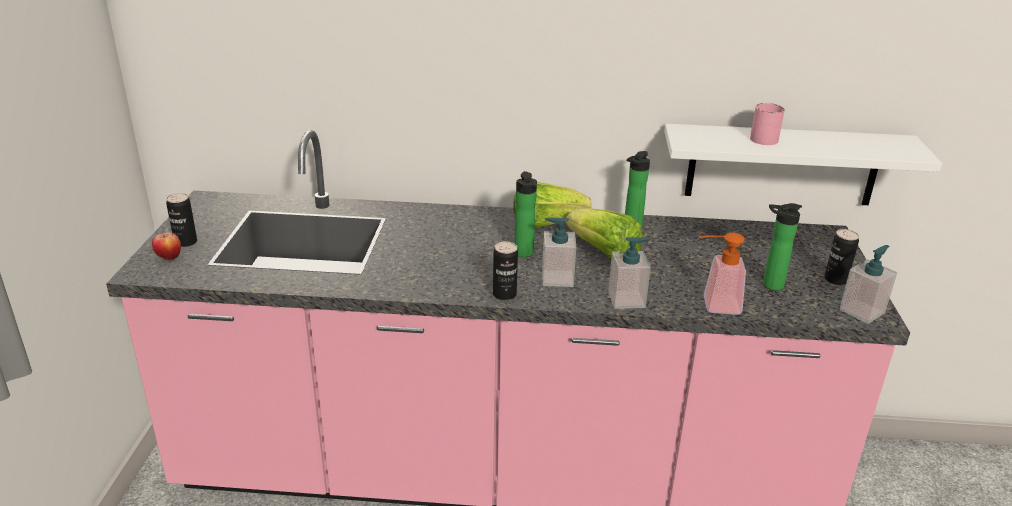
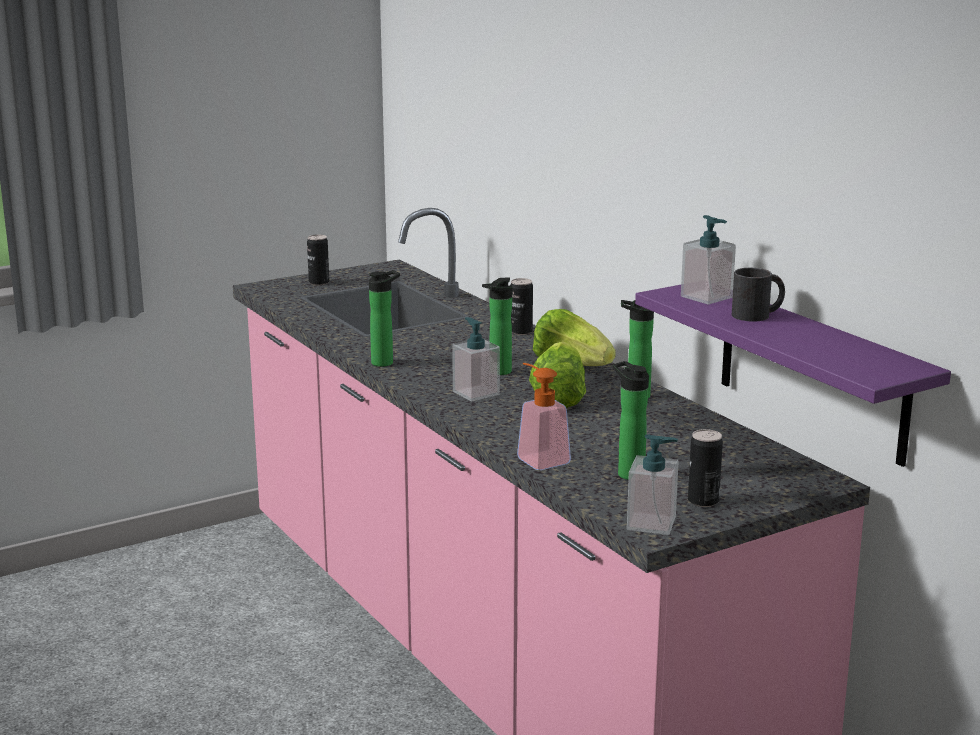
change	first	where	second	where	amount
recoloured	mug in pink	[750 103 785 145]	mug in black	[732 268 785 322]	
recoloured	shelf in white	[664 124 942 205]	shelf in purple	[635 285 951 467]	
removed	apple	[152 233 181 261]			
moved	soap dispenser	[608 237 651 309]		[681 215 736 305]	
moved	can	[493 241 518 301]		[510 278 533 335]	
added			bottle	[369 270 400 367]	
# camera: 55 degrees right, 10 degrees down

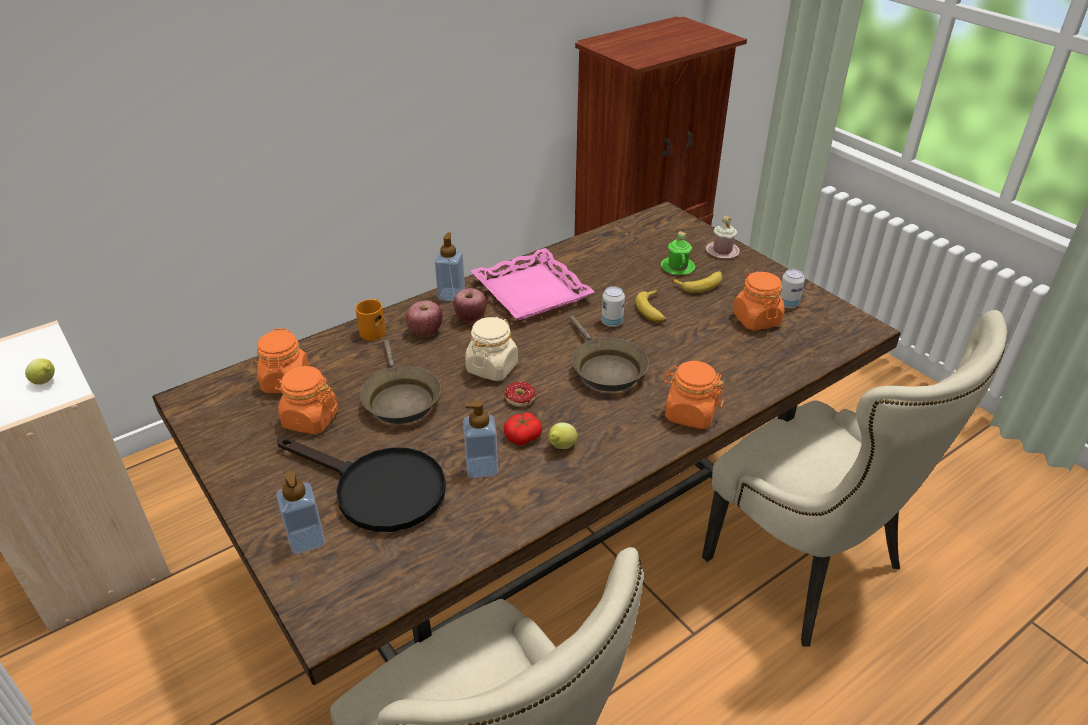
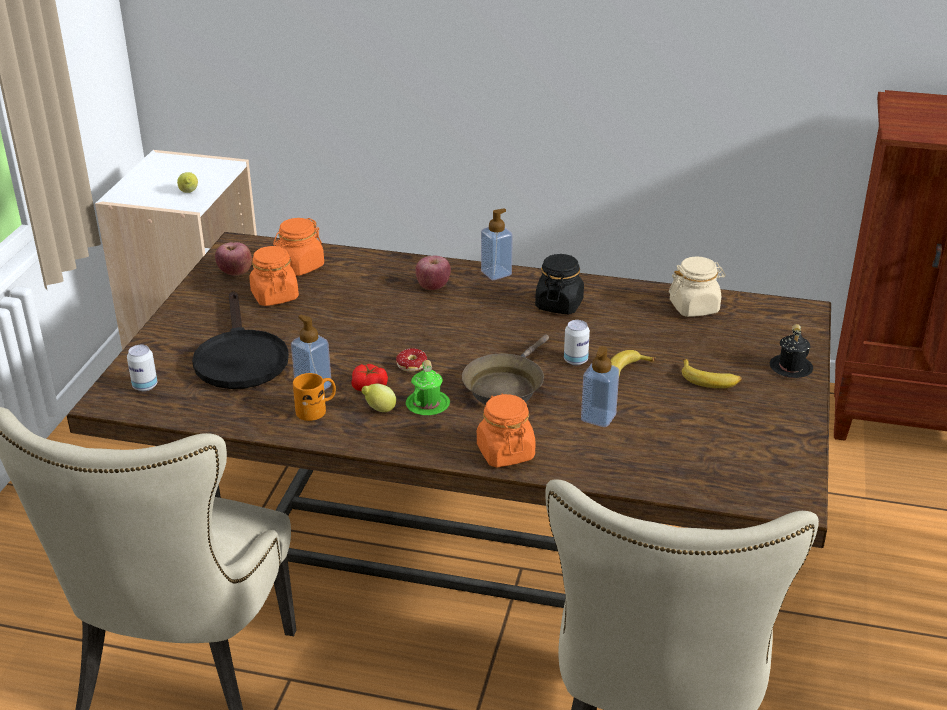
change	first	where	second	where	amount
recoloured	mug in pink	[706 216 740 259]	mug in black	[770 324 813 378]	
moved	mug in green	[661 231 695 275]		[406 360 450 416]	
replaced	tray in pink	[471 248 595 320]	jar in black	[535 254 584 314]	
moved	can	[780 269 805 309]		[127 345 157 391]	
removed	jar in orange	[733 271 785 330]			
moved	apple	[453 288 487 322]		[215 242 252 276]	
moved	mug in orange	[355 299 386 341]		[293 373 336 421]	
moved	jar in beige	[465 317 518 381]		[669 256 726 317]	
removed	frying pan in brown	[360 340 441 424]			
moved	soap dispenser	[276 471 325 554]		[581 346 619 427]	
# camera: 50 degrees right, 5 degrees down

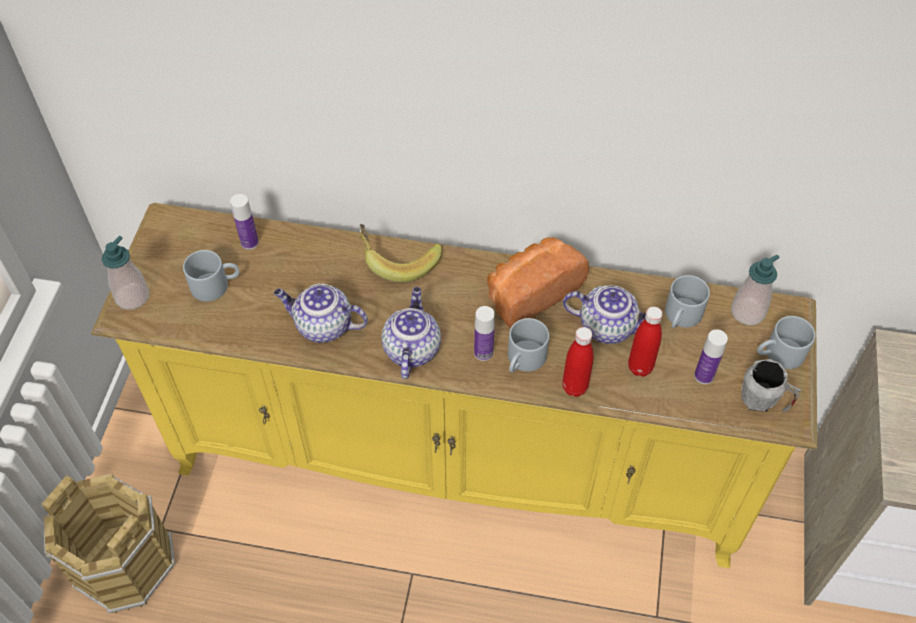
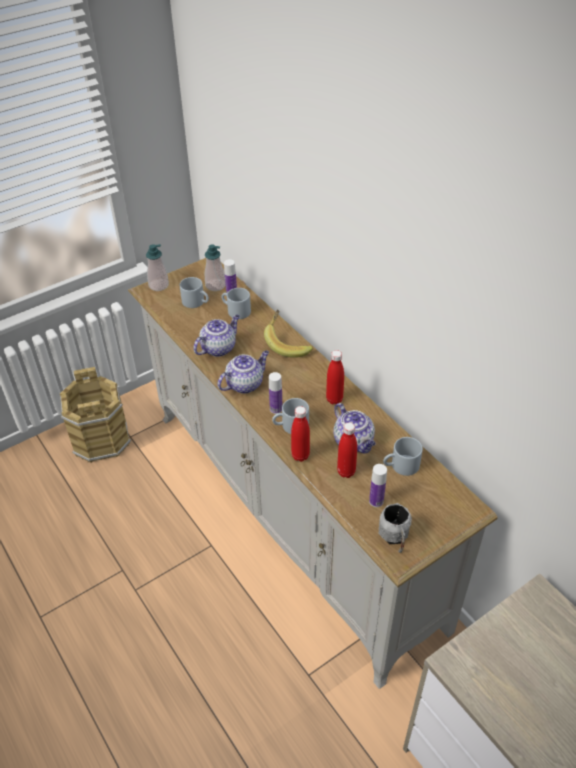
change	first	where	second	where	amount
recoloured	cabinet in yellow	[91 203 817 568]	cabinet in grey	[128 258 498 689]	
replaced	bread	[487 237 589 328]	bottle in red	[326 350 344 404]	
moved	soap dispenser	[731 254 780 325]		[205 244 225 291]	
turned	teapot	[274 284 368 343]		[193 315 240 357]	75 degrees clockwise
moved	mug in grey	[757 316 815 369]		[221 288 251 319]	
# camera: 45 degrees right, 10 degrees down

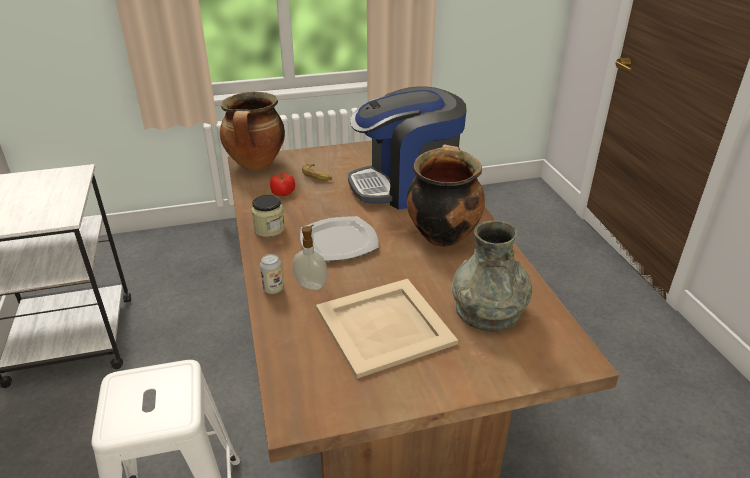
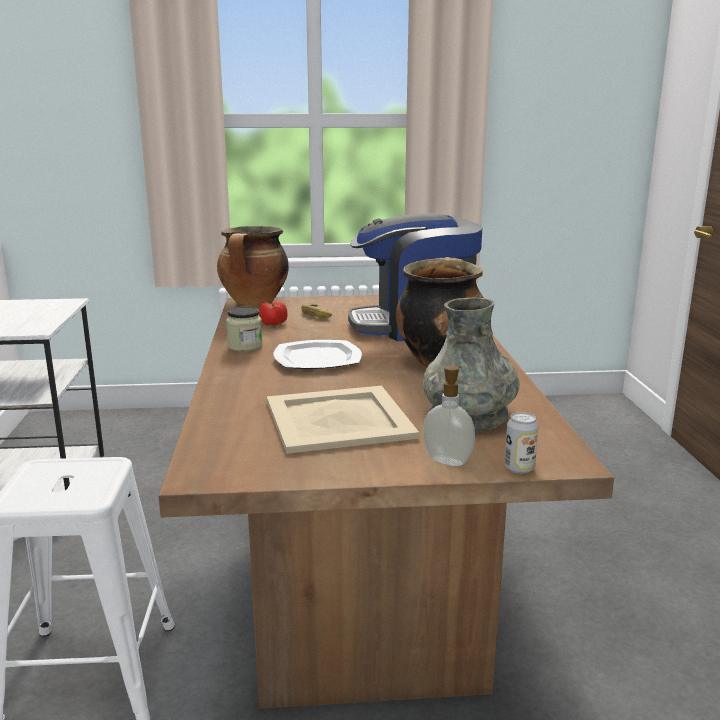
change	first	where	second	where	amount
moved	soap dispenser	[292 225 328 290]		[423 365 475 466]	
moved	can	[260 254 283 294]		[504 412 539 474]	
# camera: 10 degrees right, 15 degrees down

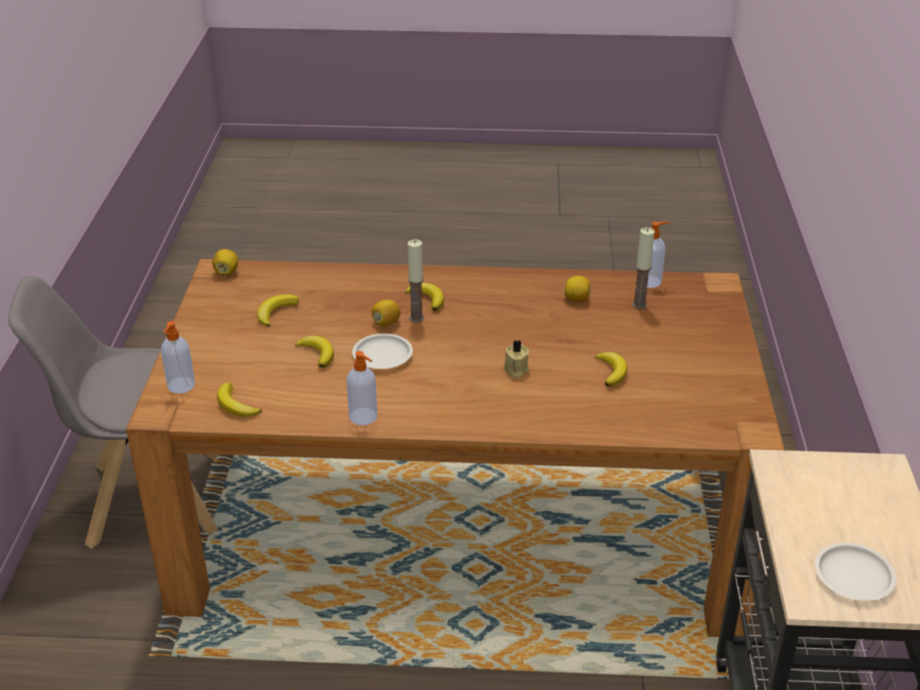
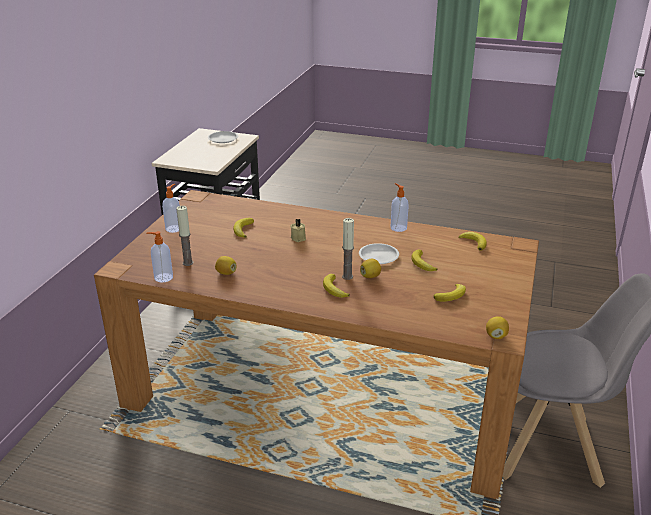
change	first	where	second	where	amount
moved	soap dispenser	[161 321 195 393]		[162 184 180 233]	
# camera: 165 degrees left, 5 degrees down

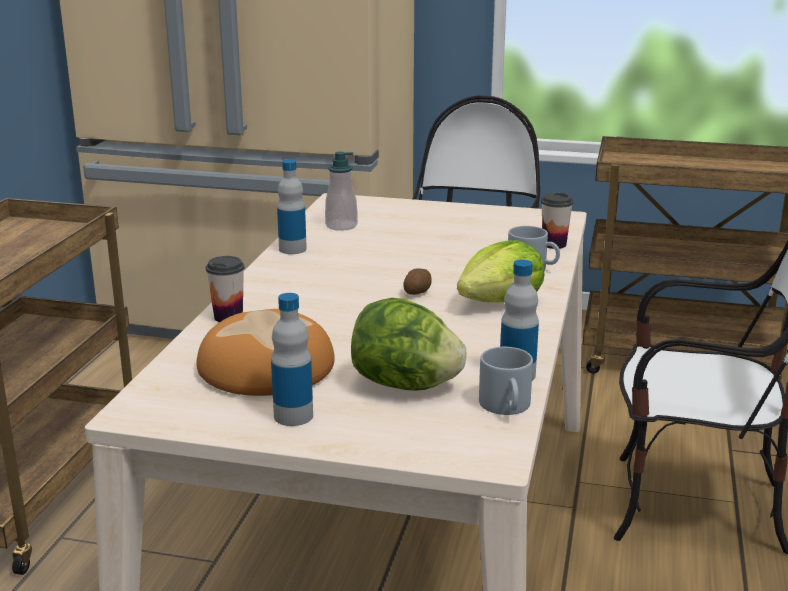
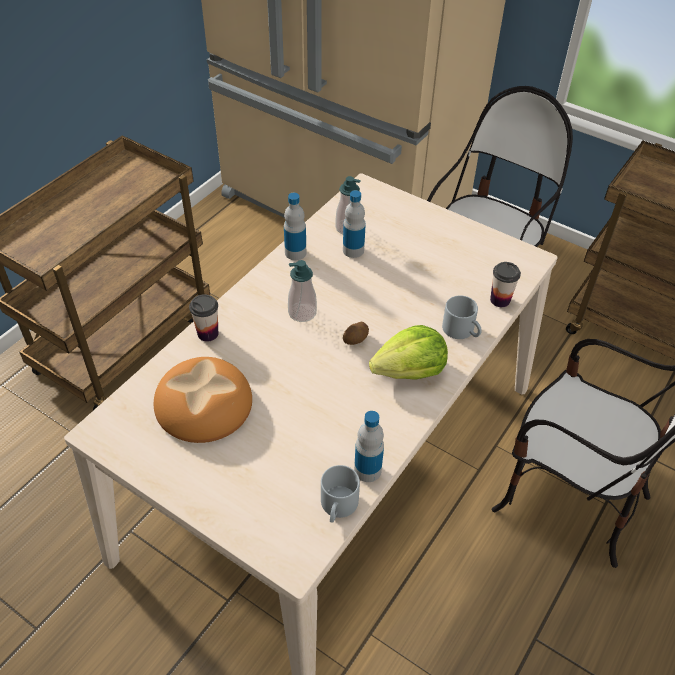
change	first	where	second	where	amount
moved	bottle	[271 293 313 426]		[343 190 366 258]	
removed	lettuce	[351 298 466 391]			
added			soap dispenser	[288 260 317 322]	
# camera: 20 degrees right, 25 degrees up

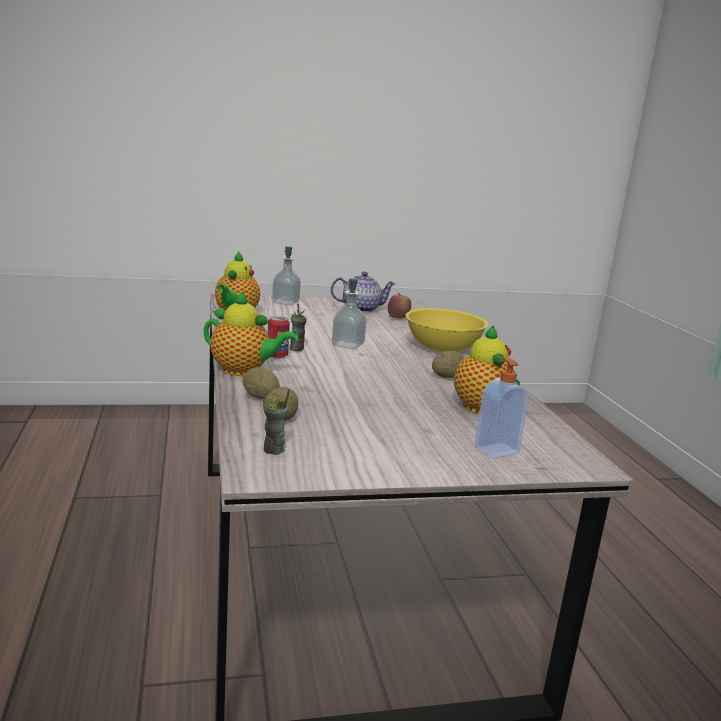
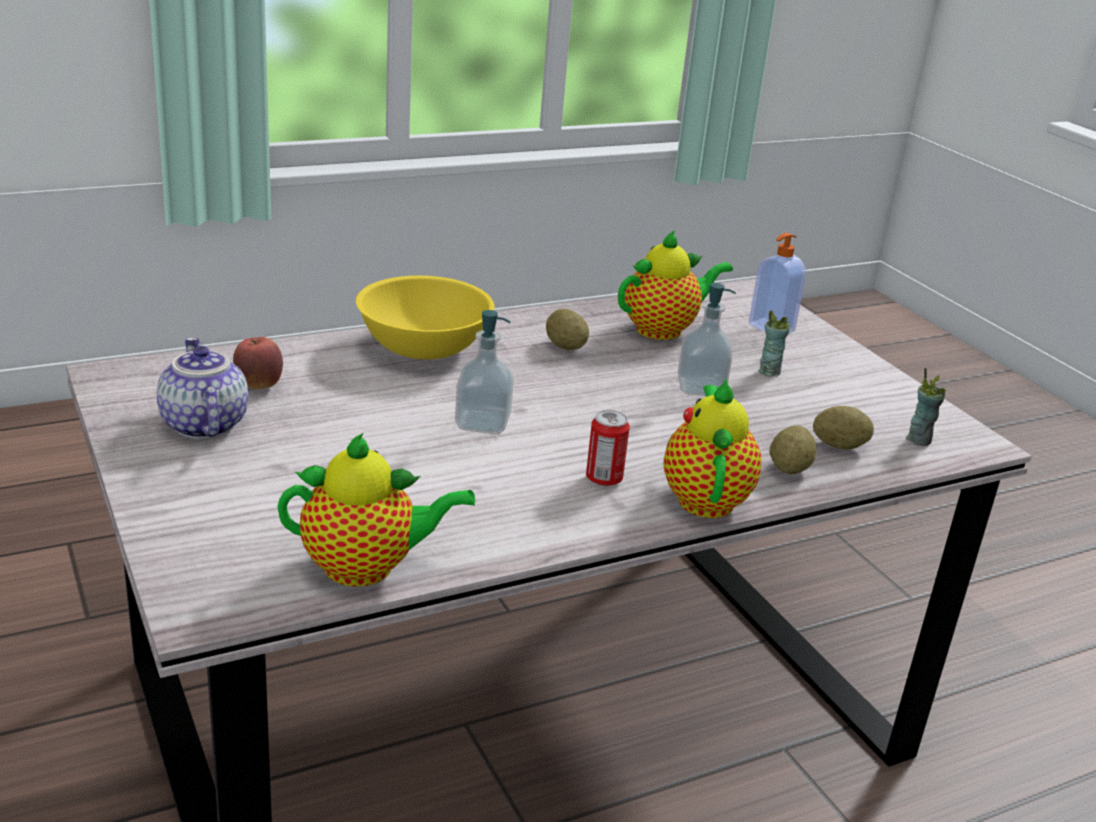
change	first	where	second	where	amount
moved	soap dispenser	[272 246 301 305]		[678 283 736 396]	
moved	cup	[290 304 307 351]		[759 310 790 377]	
# camera: 105 degrees left, 10 degrees up

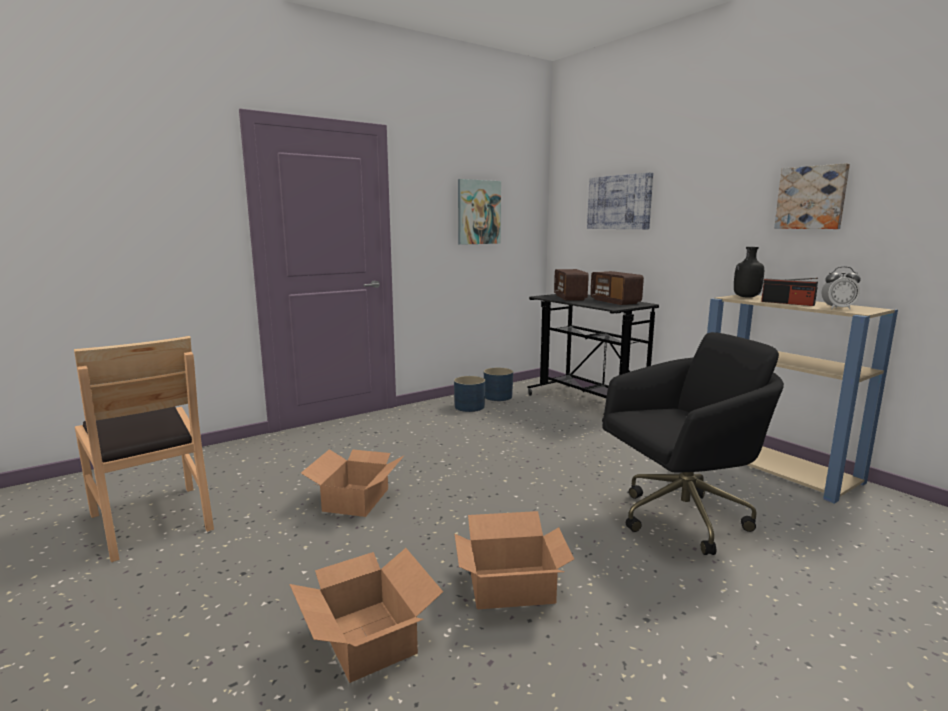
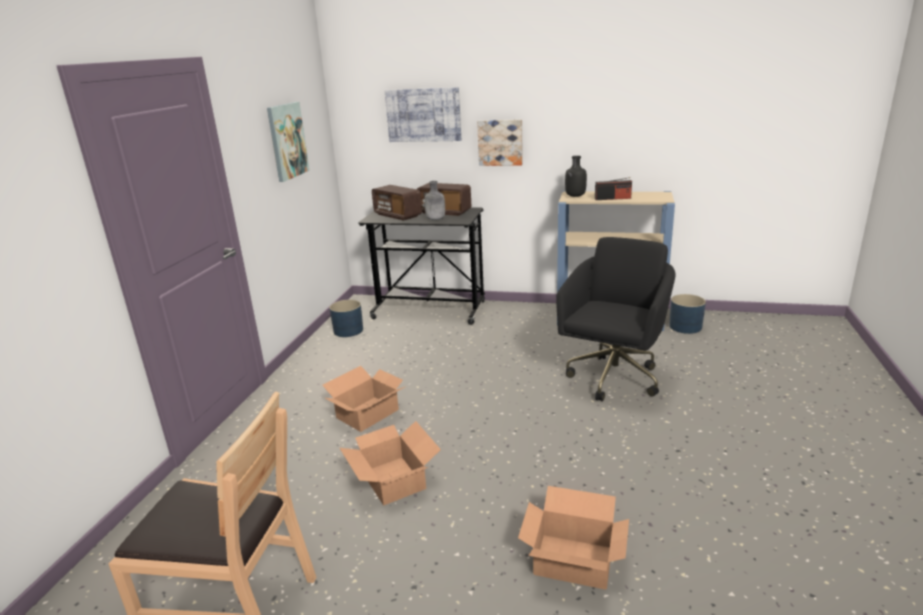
change	first	where	second	where	amount
moved	picture	[774 163 850 229]		[477 119 523 166]	
removed	alarm clock	[822 266 861 309]			
moved	planter in blue	[454 376 485 412]		[670 294 706 334]	
moved	cardboard box	[454 511 574 609]		[322 366 405 432]	
added			bottle in grey	[424 181 445 220]	
# camera: 40 degrees left, 10 degrees up

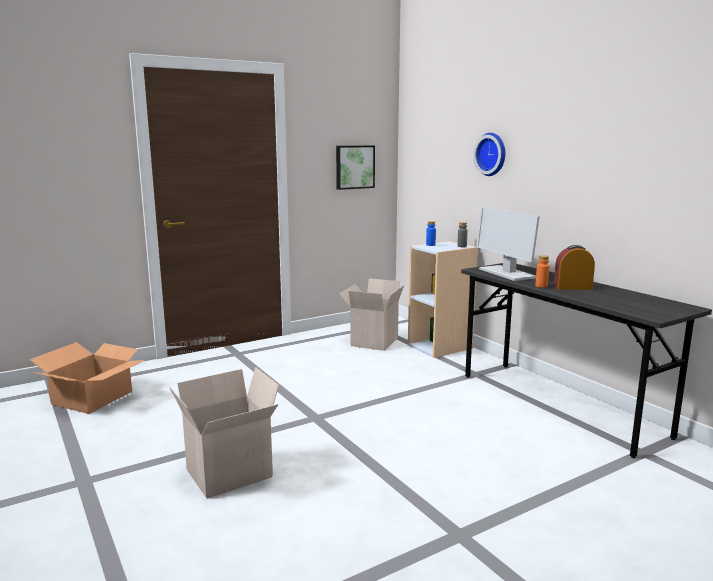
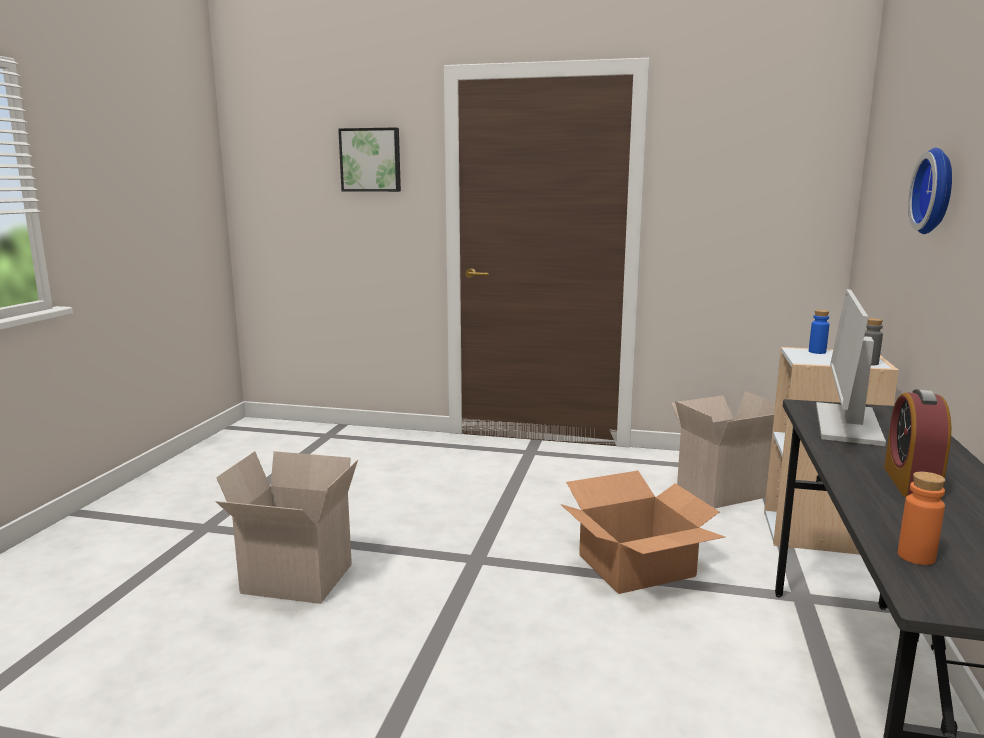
change	first	where	second	where	amount
moved	picture	[336 145 375 190]		[338 127 401 192]	
turned	alarm clock	[554 245 595 290]		[884 389 951 499]	120 degrees counterclockwise
moved	bottle in orange	[535 255 549 288]		[898 472 945 565]	
moved	cardboard box	[29 342 146 414]		[561 471 725 594]	
# camera: 45 degrees right, 0 degrees up

